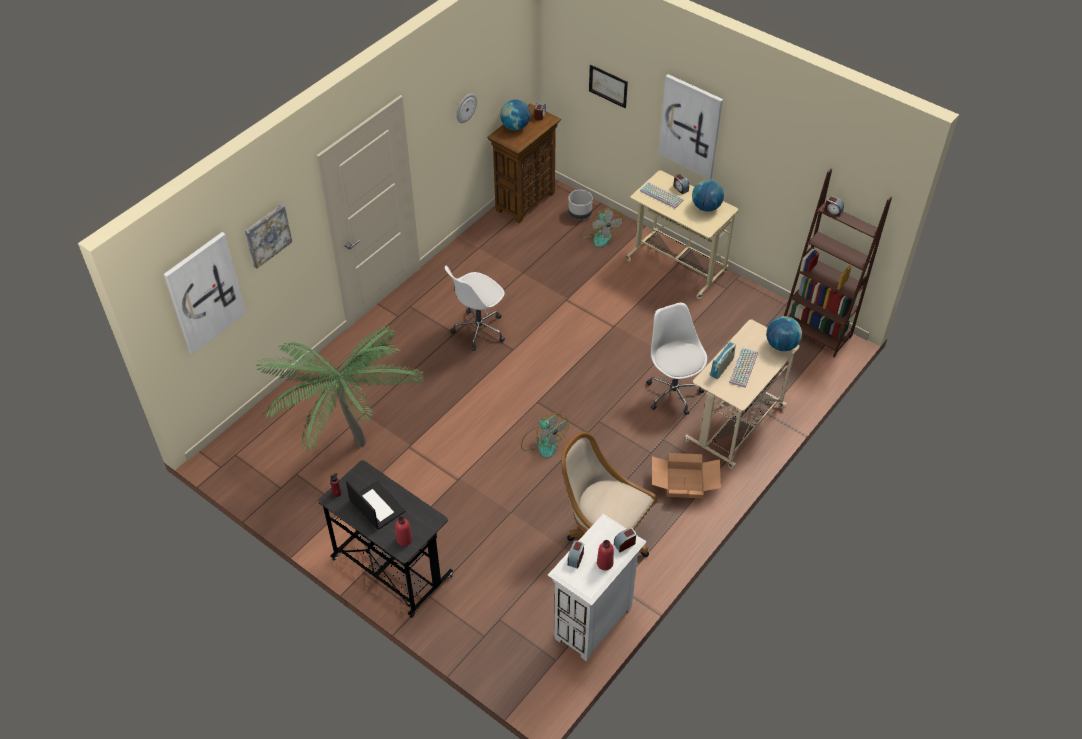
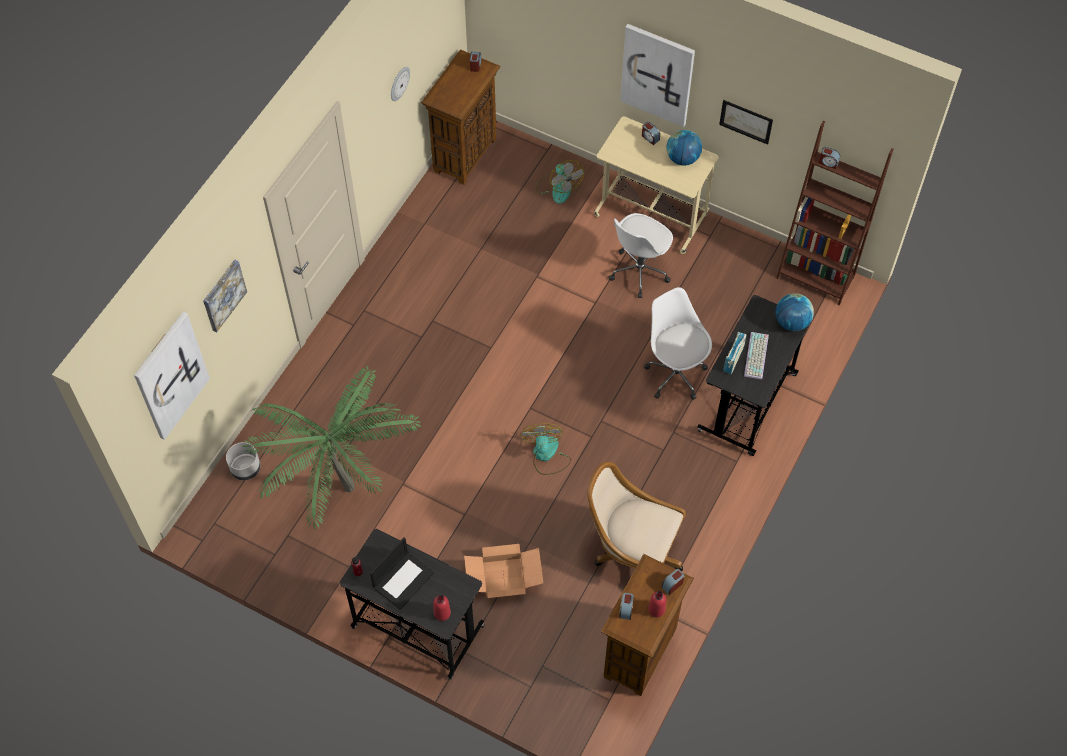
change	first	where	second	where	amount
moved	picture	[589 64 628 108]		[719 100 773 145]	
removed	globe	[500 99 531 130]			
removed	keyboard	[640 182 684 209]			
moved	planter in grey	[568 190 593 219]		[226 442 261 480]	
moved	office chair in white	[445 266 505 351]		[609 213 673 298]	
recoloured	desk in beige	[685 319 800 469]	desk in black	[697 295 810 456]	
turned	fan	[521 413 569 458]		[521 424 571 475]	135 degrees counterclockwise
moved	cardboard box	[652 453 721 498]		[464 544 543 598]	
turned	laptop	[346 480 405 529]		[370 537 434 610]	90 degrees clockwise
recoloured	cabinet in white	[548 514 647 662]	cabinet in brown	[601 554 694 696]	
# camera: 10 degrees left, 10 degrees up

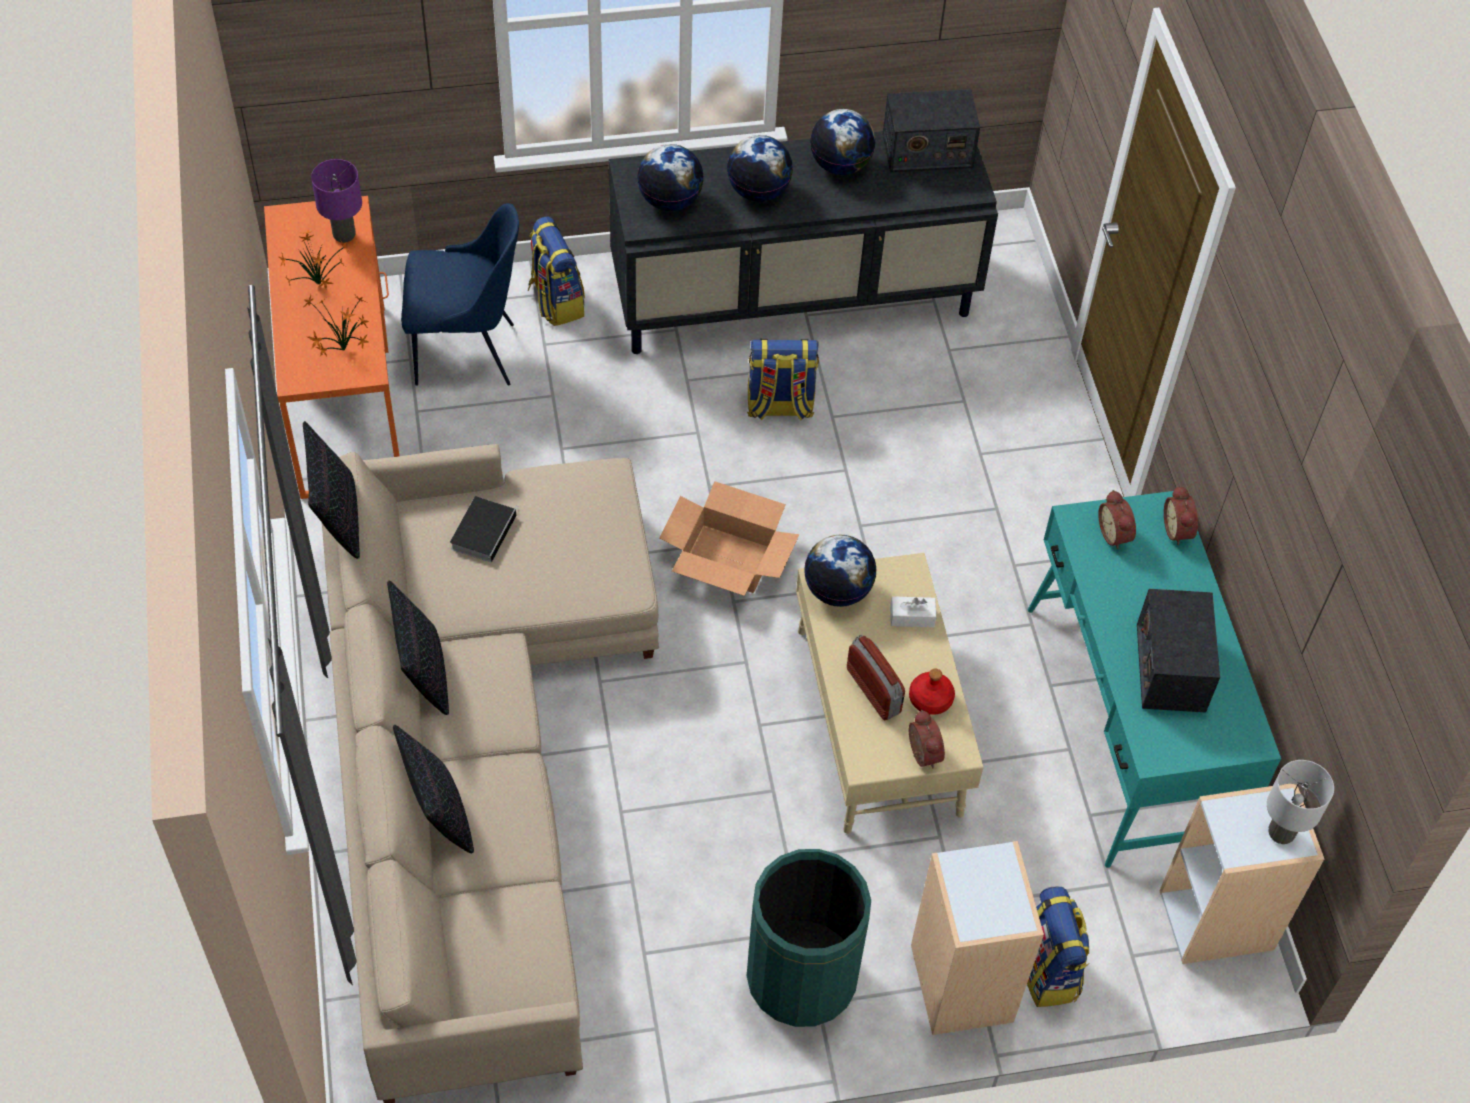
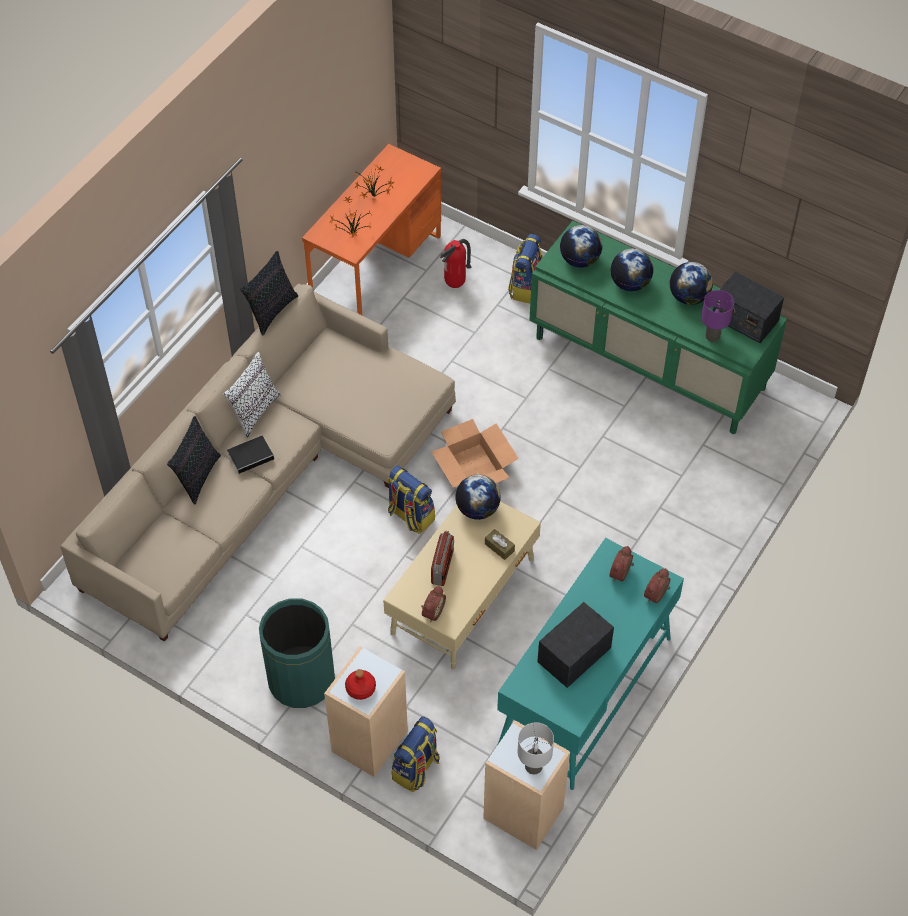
change	first	where	second	where	amount
recoloured	cabinet in black	[609 131 998 354]	cabinet in green	[529 221 787 434]	
moved	table lamp in purple	[311 159 362 243]		[701 290 734 342]	
replaced	chair in blue	[401 203 519 386]	fire extinguisher	[440 239 471 288]	
moved	backpack	[747 339 819 421]		[388 466 435 534]	
moved	book	[450 496 518 563]		[227 435 280 474]	
recoloured	pillow in black	[387 580 449 715]	pillow in white	[223 352 281 438]	
recoloured	tissue box in white	[890 596 936 627]	tissue box in brown	[485 529 515 560]	
moved	bottle in red	[909 669 955 715]		[345 669 376 700]	
# camera: 45 degrees right, 0 degrees up

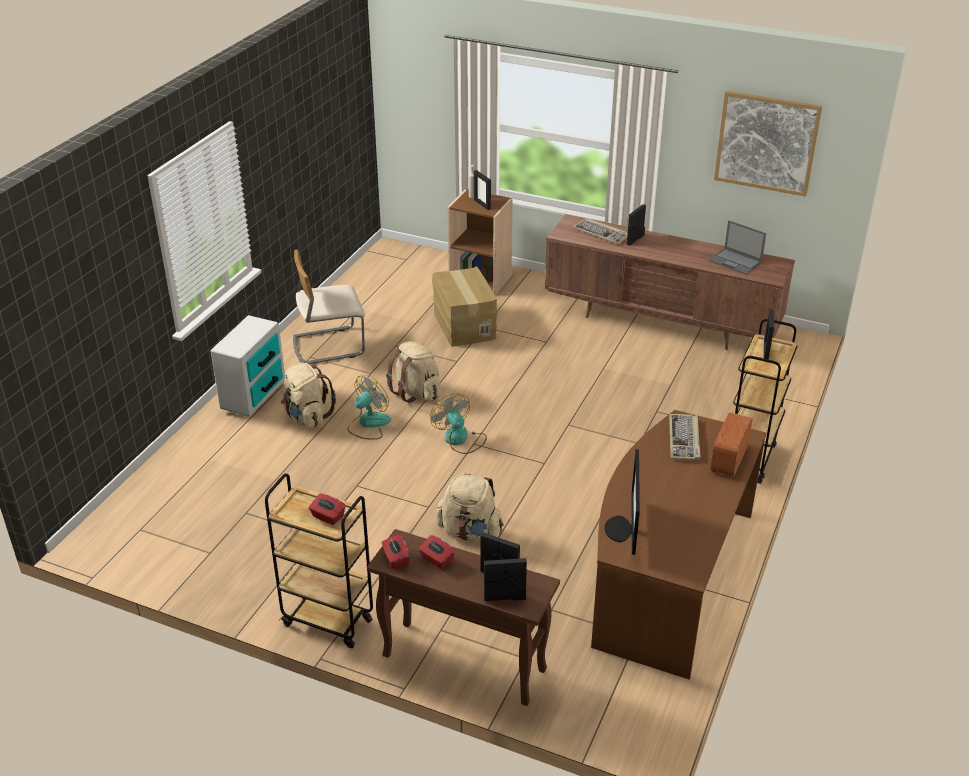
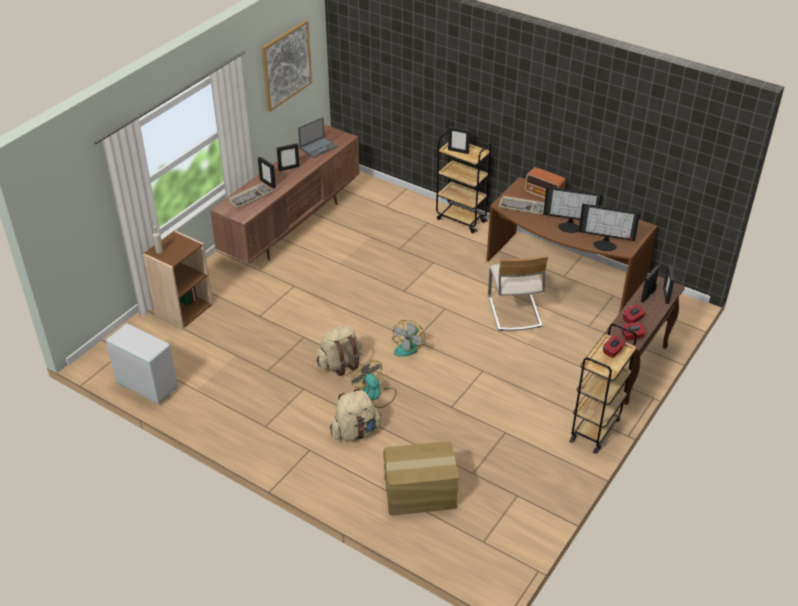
change	first	where	second	where	amount
moved	picture frame	[474 170 491 210]		[277 143 300 171]	
moved	chair in beige	[293 250 365 364]		[488 255 548 331]	
moved	cardboard box	[432 266 497 347]		[383 441 459 515]	
moved	nightstand in white	[210 315 285 416]		[106 323 178 404]	
turned	fan	[430 393 487 454]		[392 320 425 357]	45 degrees counterclockwise
removed	backpack in beige	[436 474 504 541]			
added			monitor	[543 187 603 233]	
# camera: 80 degrees left, 5 degrees up

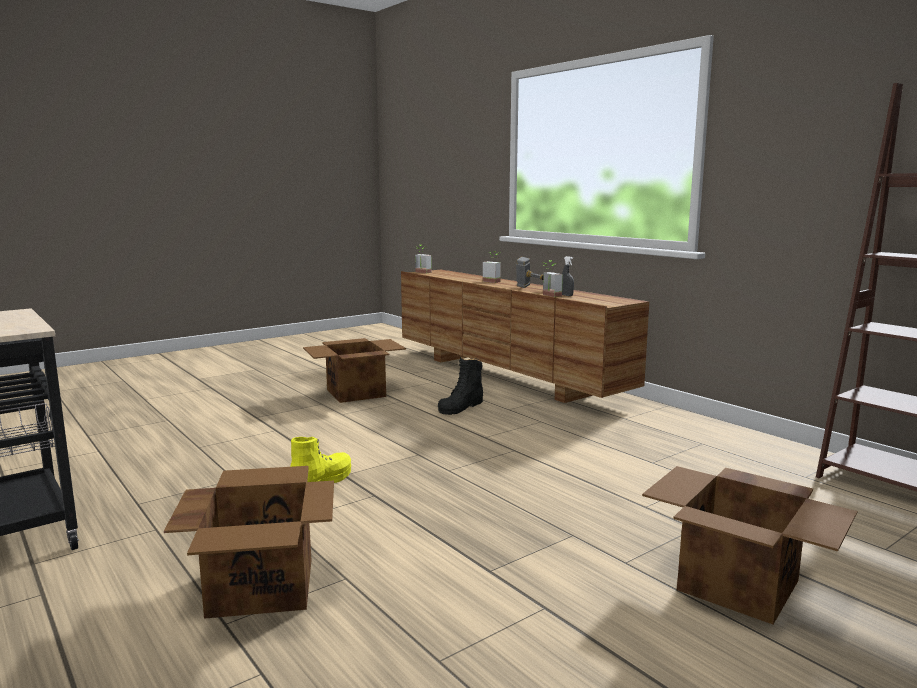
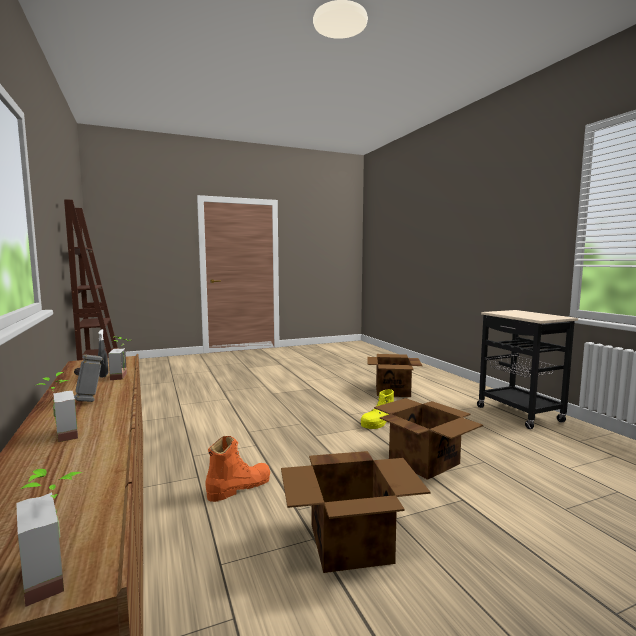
change	first	where	second	where	amount
recoloured	boot in black	[438 357 483 415]	boot in orange	[206 436 270 502]	
moved	cardboard box	[642 466 858 624]		[374 398 483 480]	
# camera: 165 degrees left, 5 degrees down

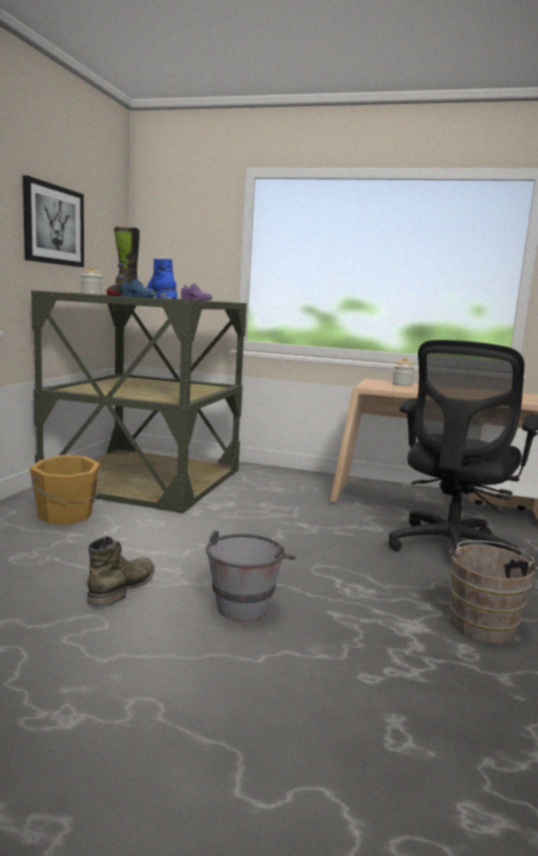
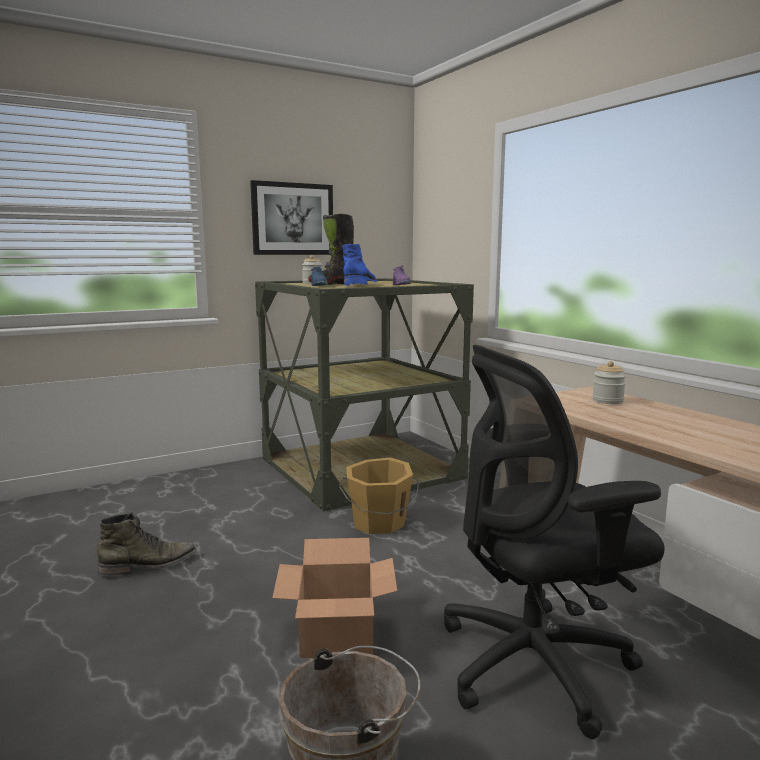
change	first	where	second	where	amount
moved	bucket in orange	[30 455 102 525]		[339 457 419 534]	
removed	bucket in grey	[206 531 296 622]			
added			cardboard box	[272 538 397 658]	
# camera: 45 degrees right, 0 degrees up

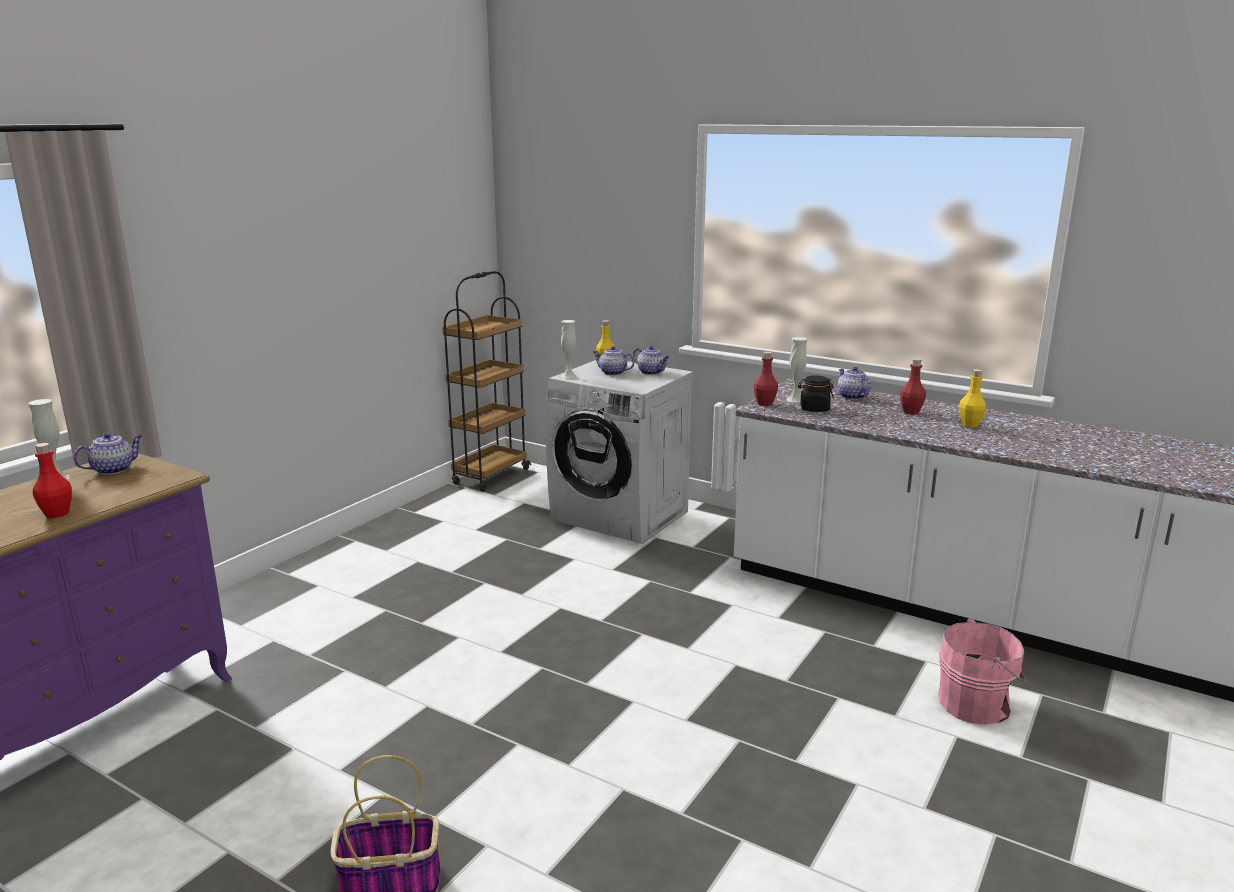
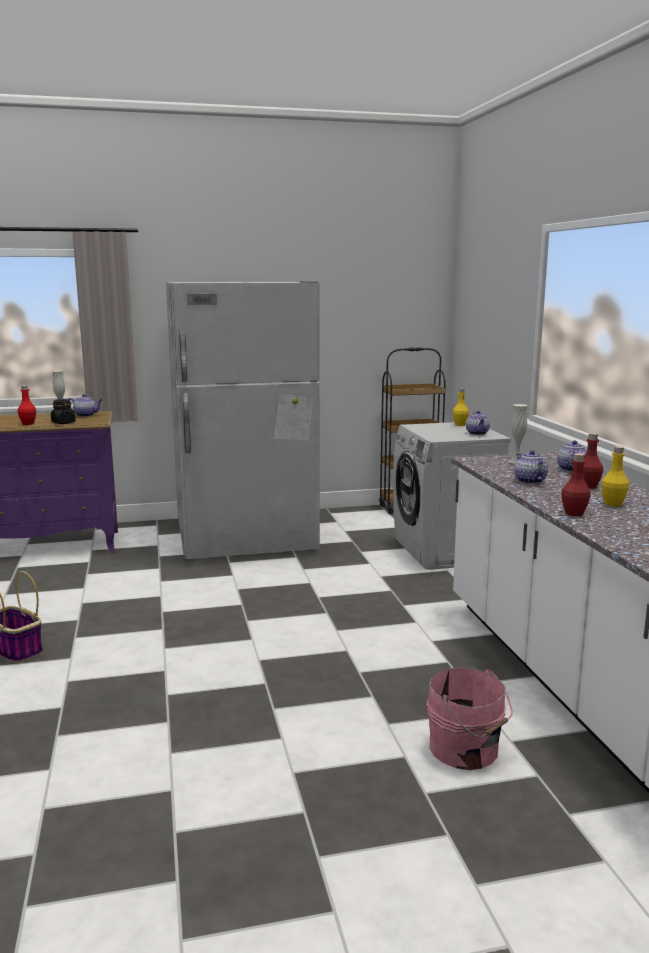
change	first	where	second	where	amount
removed	vase in white	[561 320 577 379]			
moved	teapot	[593 346 635 376]		[514 450 548 484]	
moved	bottle in red	[754 352 778 406]		[561 453 591 516]	
moved	jar in black	[798 375 834 412]		[51 399 76 424]	
added			fridge in white	[166 281 320 559]	
# camera: 45 degrees right, 5 degrees down

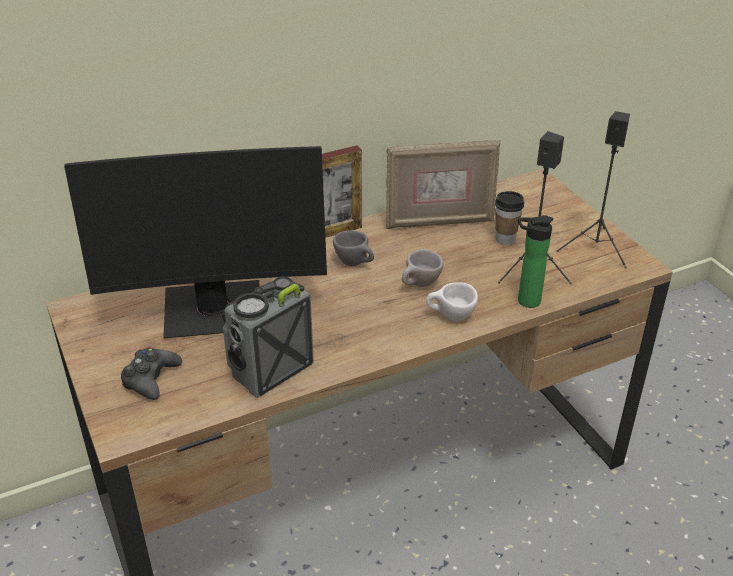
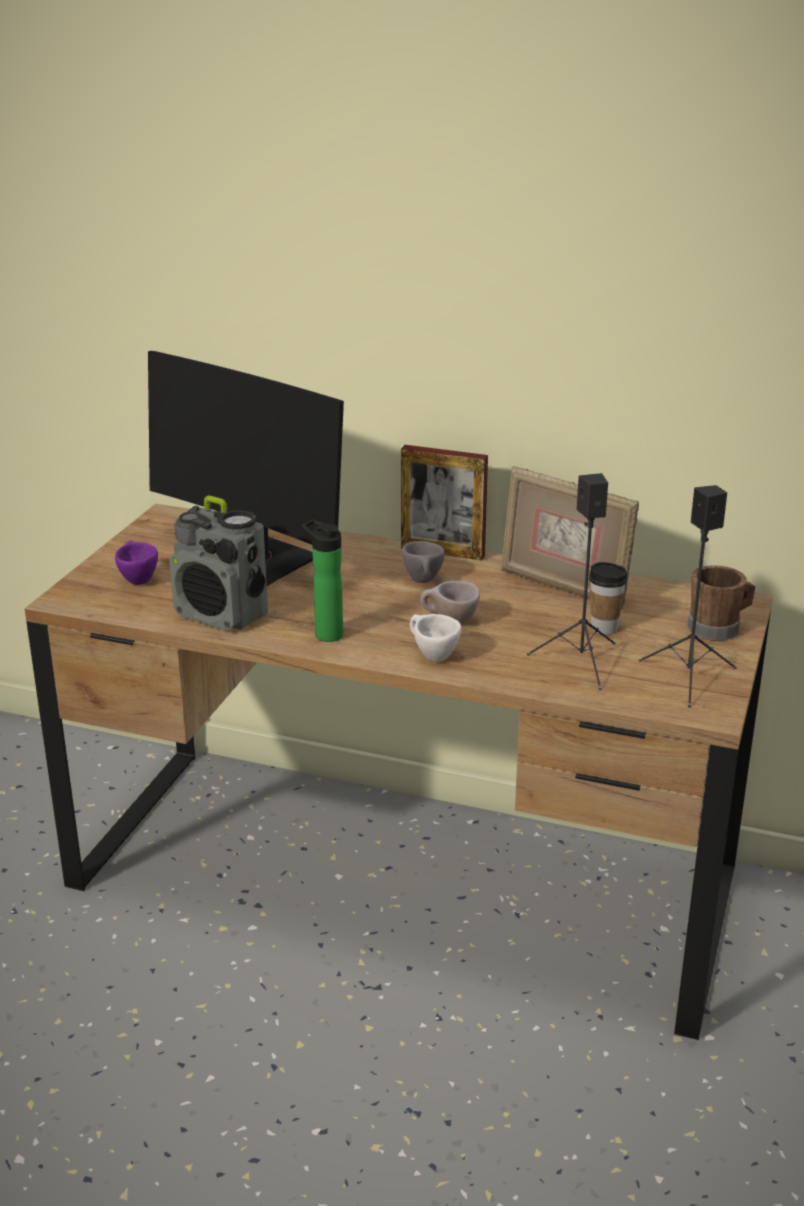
change	first	where	second	where	amount
moved	bottle	[518 215 554 308]		[302 519 343 642]	
turned	radio	[222 276 314 398]		[169 495 268 630]	150 degrees counterclockwise
replaced	game controller in black	[121 347 182 400]	cup in purple	[115 541 158 585]	
added			mug in brown	[687 565 755 641]	
# camera: 45 degrees right, 10 degrees down

